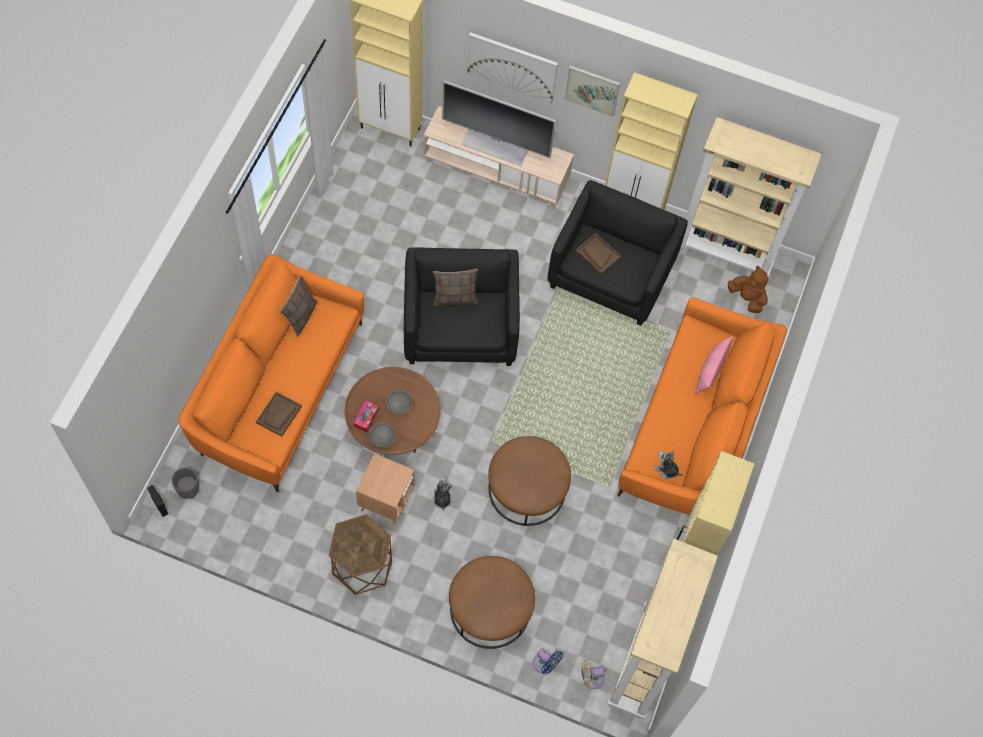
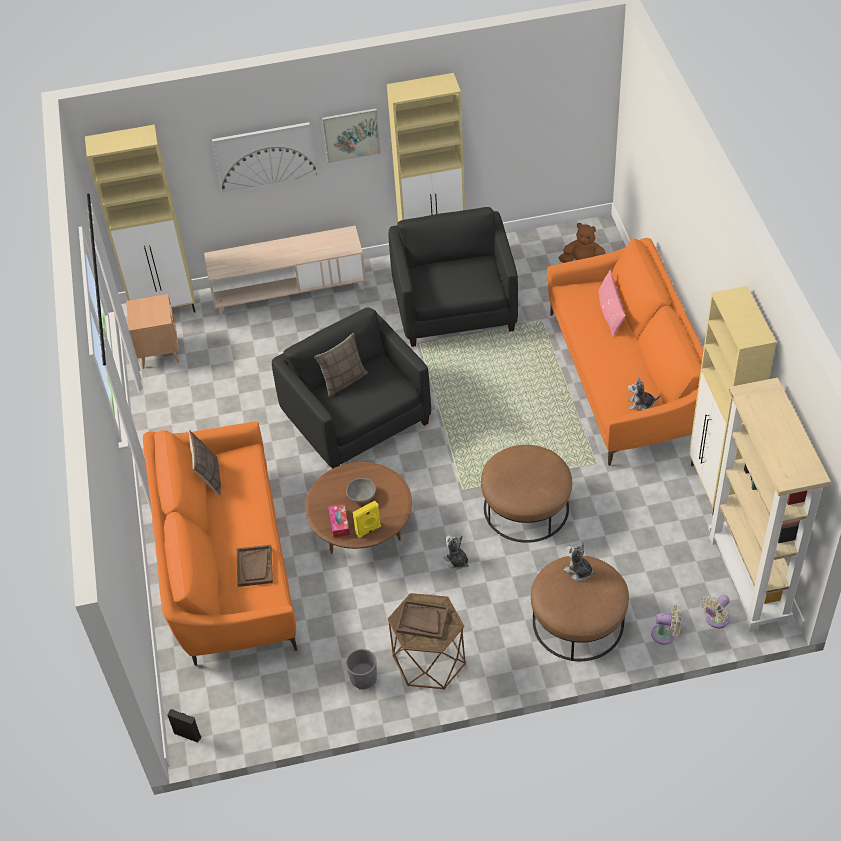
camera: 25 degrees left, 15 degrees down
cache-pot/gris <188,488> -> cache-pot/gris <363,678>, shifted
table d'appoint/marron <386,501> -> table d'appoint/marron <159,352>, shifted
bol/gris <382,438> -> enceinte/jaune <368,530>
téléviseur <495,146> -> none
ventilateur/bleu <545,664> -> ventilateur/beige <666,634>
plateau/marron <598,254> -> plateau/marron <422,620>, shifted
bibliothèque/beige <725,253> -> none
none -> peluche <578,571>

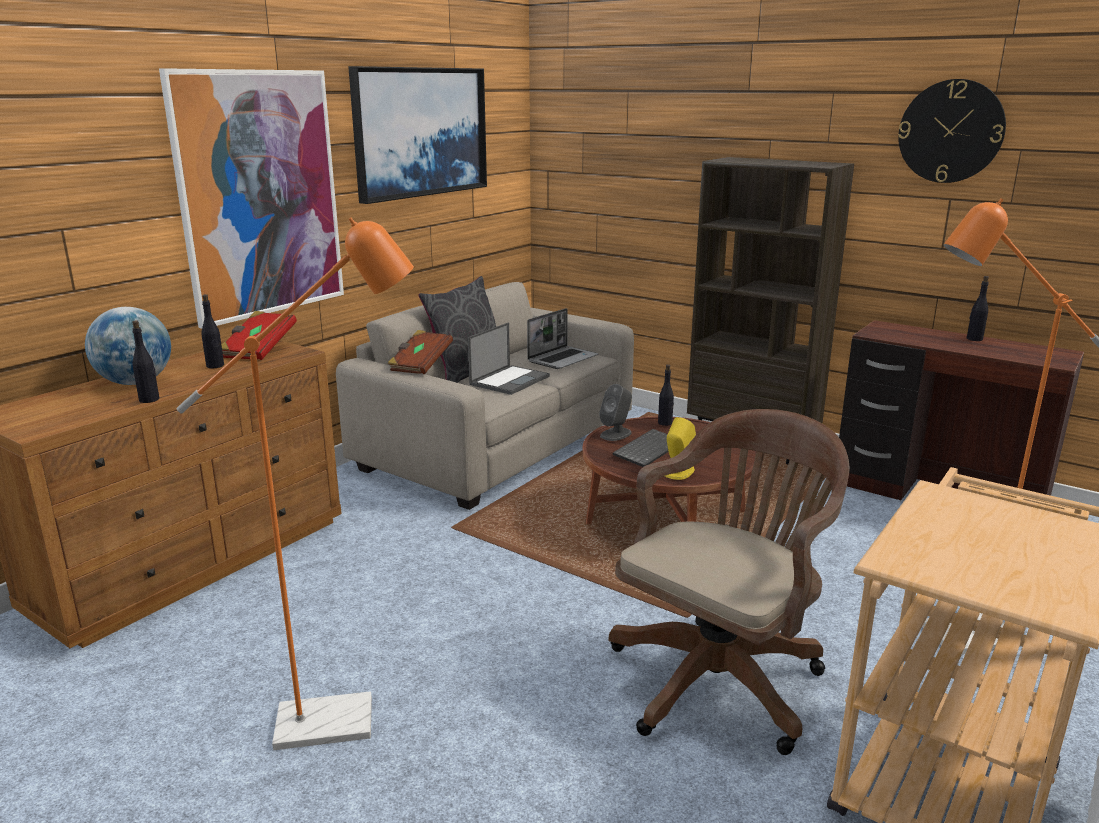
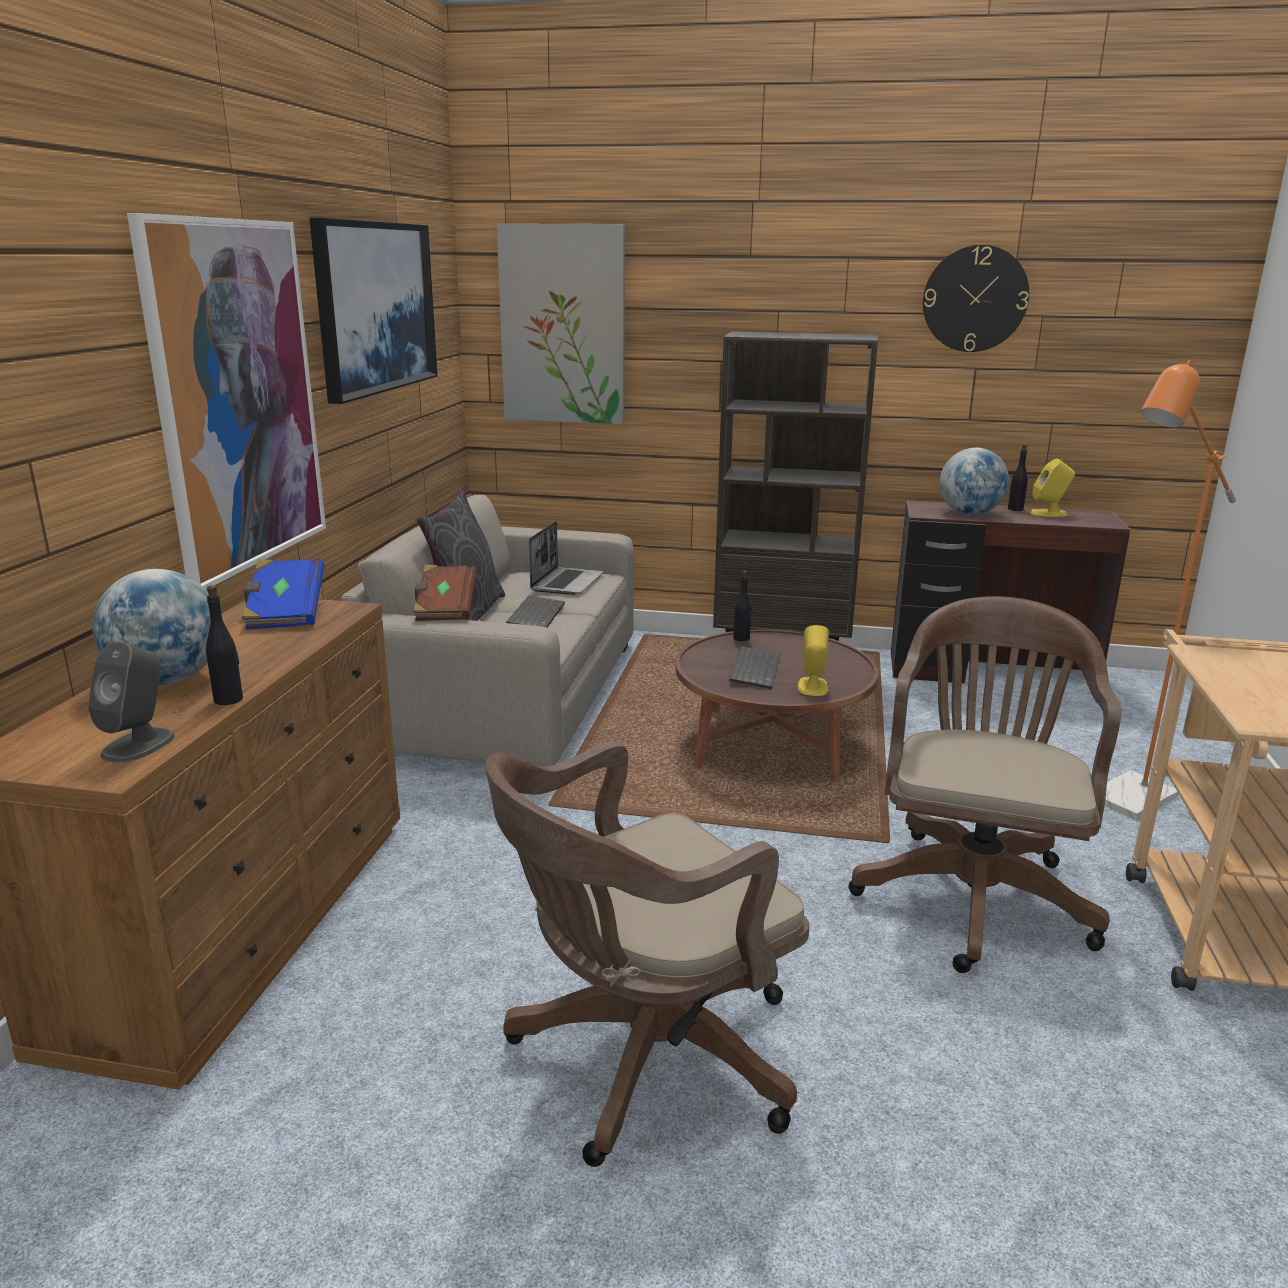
camera: 25 degrees left, 0 degrees up
lampadaire/orange <344,720> -> chaise de bureau/marron <643,1059>
bouteille/noir <215,366> -> none
livre/rouge <259,350> -> livre/bleu <285,613>
ordinateur portable <510,380> -> clavier <535,615>
enceinte/gris <616,434> -> enceinte/gris <139,745>, shifted
none -> tableau <563,325>
none -> globe <969,514>
none -> enceinte/jaune <1049,513>

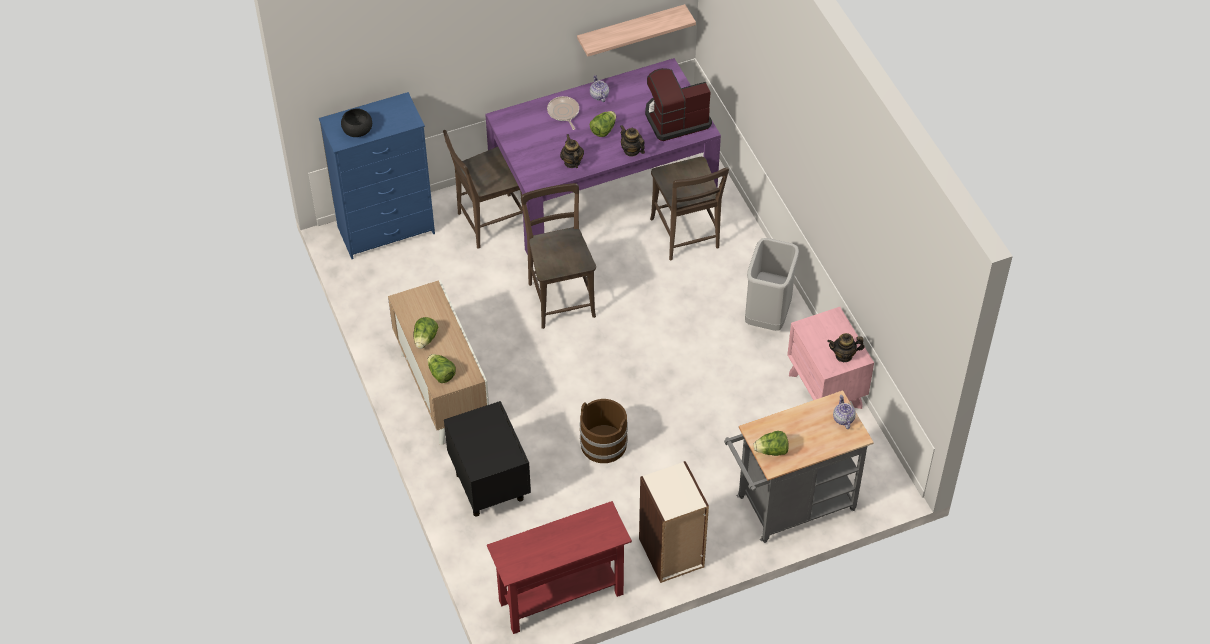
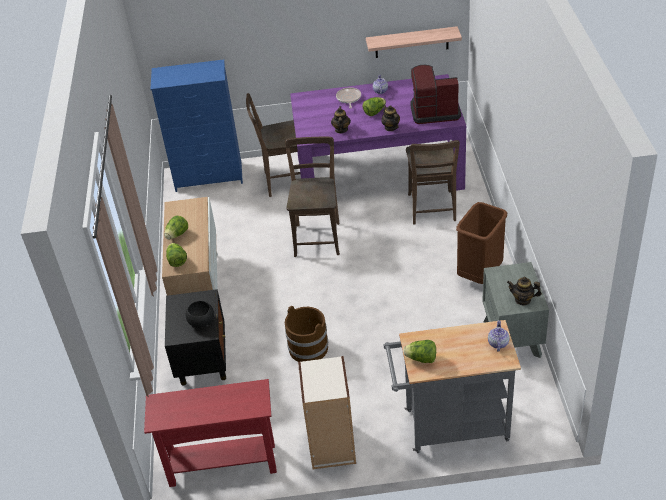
camera: 20 degrees right, 10 degrees down
bol/noir <358,130> -> bol/noir <202,321>, shifted
poubelle/gris <768,315> -> poubelle/marron <480,274>
table de chevet/rose <825,390> -> table de chevet/gris <512,338>

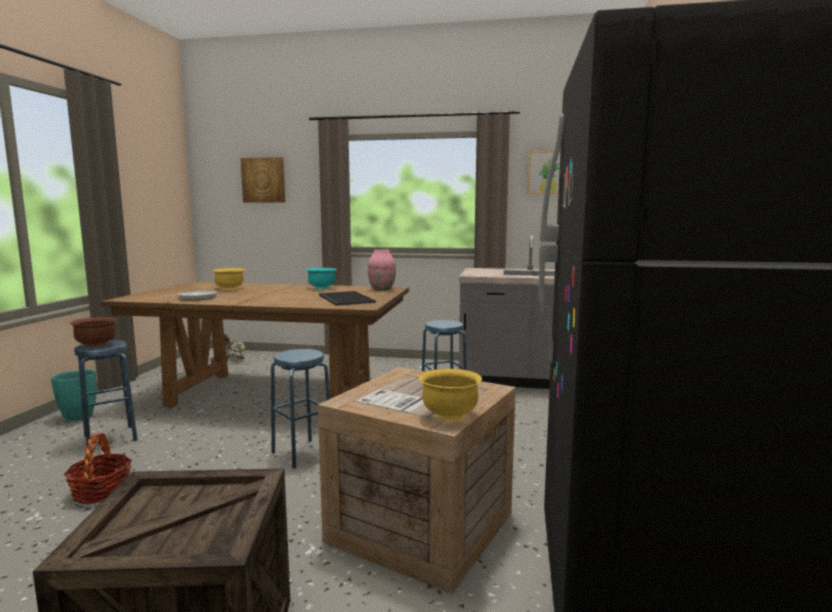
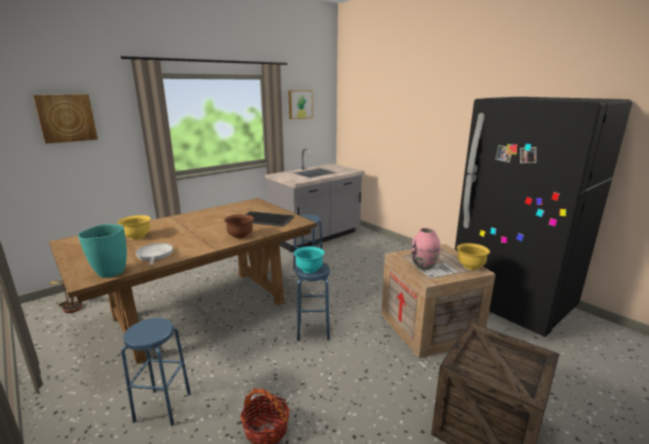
camera: 50 degrees left, 10 degrees up
vase/turquoise <78,416> -> vase/turquoise <110,272>, shifted
bol/marron <96,345> -> bol/marron <240,236>, shifted
bol/turquoise <322,288> -> bol/turquoise <309,269>, shifted
vase/rose <382,289> -> vase/rose <424,266>, shifted

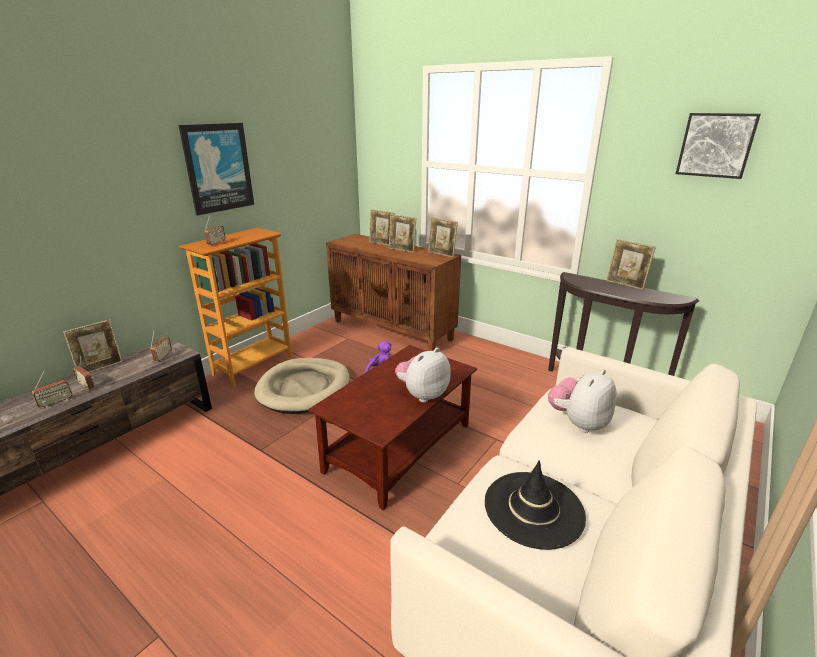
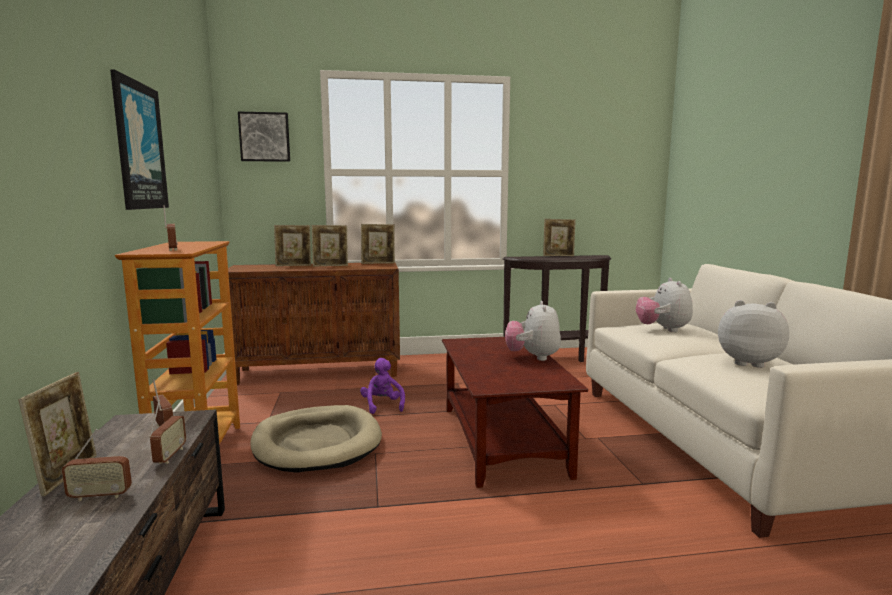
camera: 45 degrees left, 15 degrees down
radio <56,402> -> radio <170,456>, shifted
chapeau/noir <533,509> -> peluche <747,362>
tableau <716,145> -> tableau <265,137>, shifted

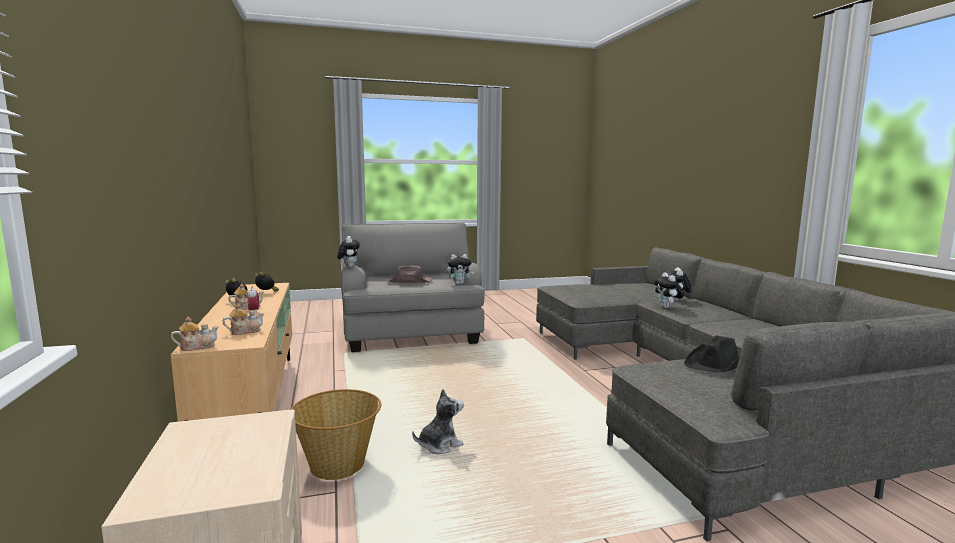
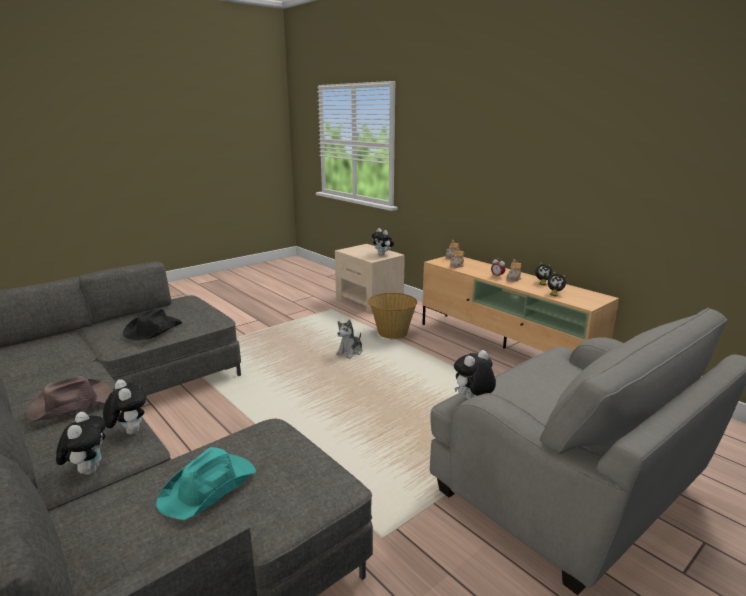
camera: 155 degrees right, 10 degrees up
peluche <349,266> -> peluche <382,254>, shifted
chapeau/marron <410,281> -> chapeau/marron <70,404>, shifted
none -> chapeau/turquoise <209,487>

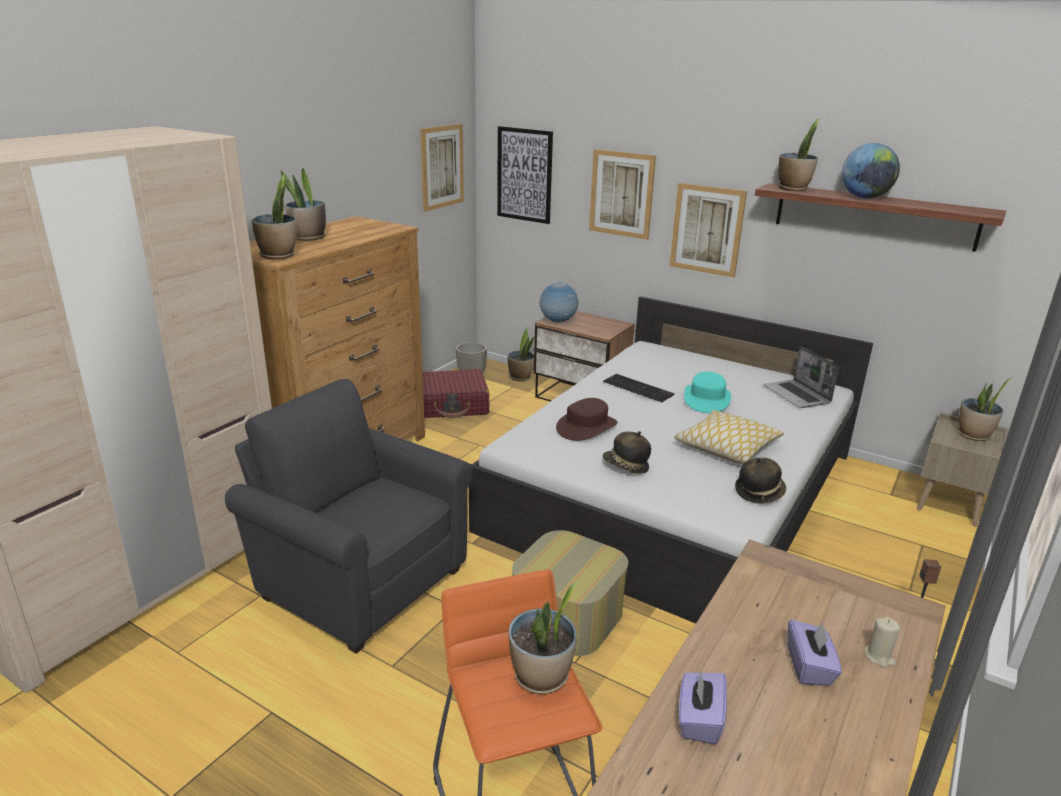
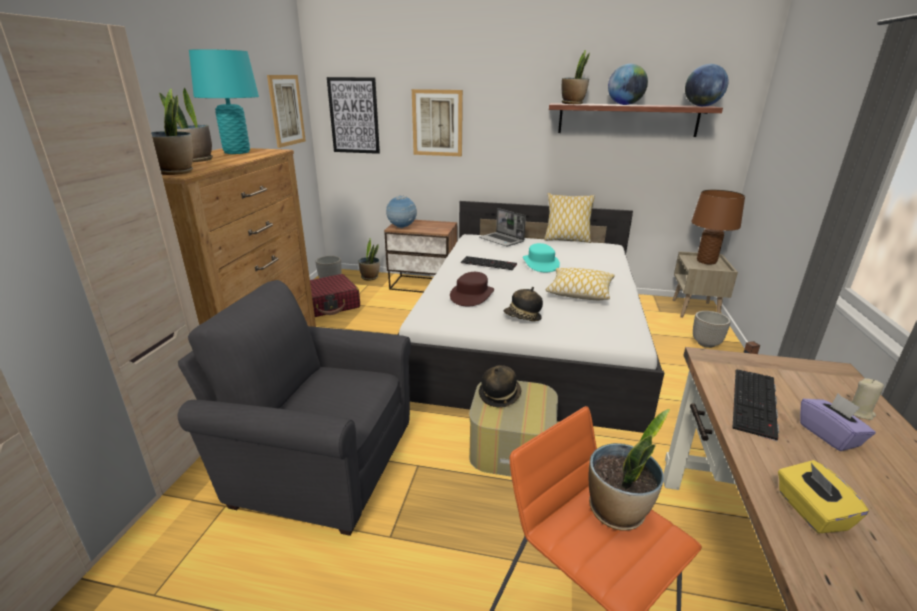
camera: 20 degrees left, 0 degrees up
tableau <707,230> -> none
boîte à mouchoirs/violet <699,720> -> boîte à mouchoirs/jaune <810,511>
chapeau <759,492> -> chapeau <499,395>, shifted
ordinateur portable <797,395> -> ordinateur portable <502,240>, shifted
plante en pot <973,435> -> lampe de table/marron <706,261>
none -> lampe de table/turquoise <237,152>
none -> coussin <566,240>
none -> globe <701,106>
none -> cache-pot <706,343>
none -> clavier <756,403>

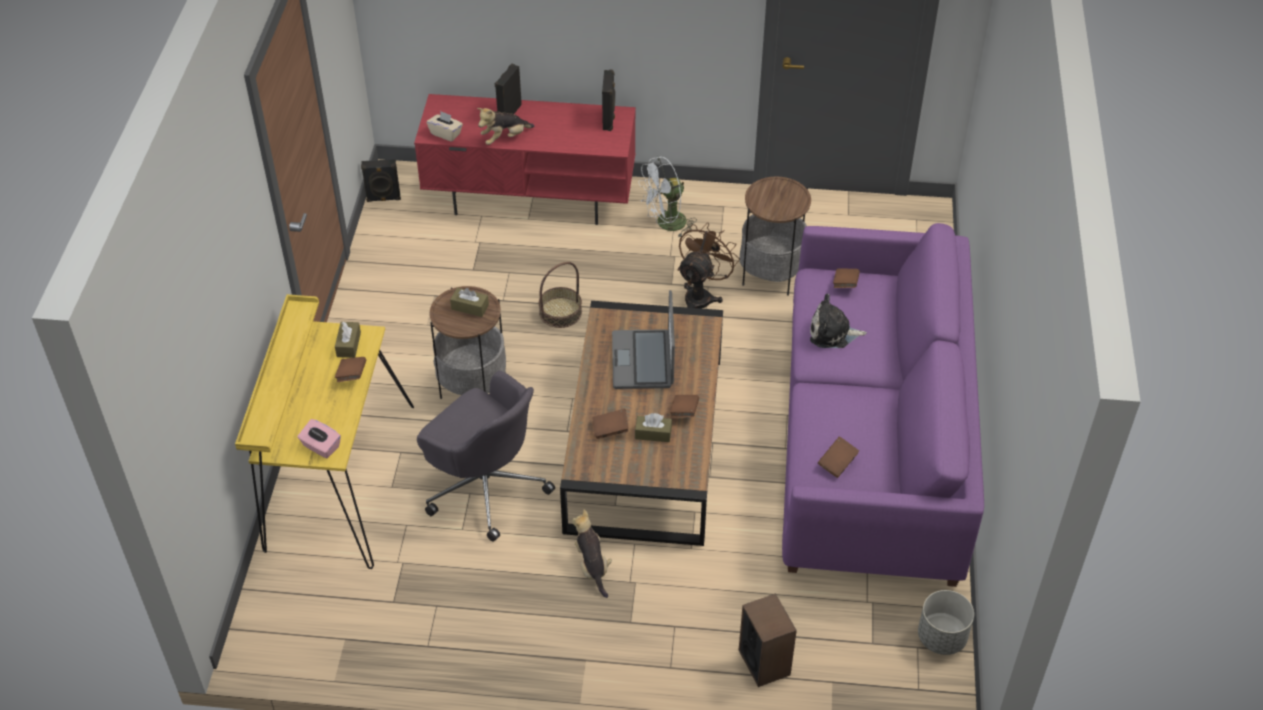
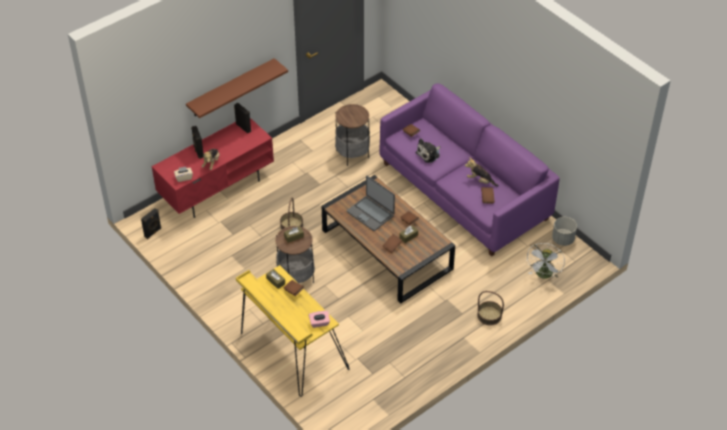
camera: 45 degrees left, 0 degrees up
chaise de bureau/gris <485,486> -> none
peluche <592,567> -> peluche <480,181>, shifted
ventilateur/blanc <666,224> -> ventilateur/blanc <544,275>, shifted
ventilateur/marron <701,296> -> none
enceinte <764,662> -> none
none -> étagère/marron <231,88>
none -> panier <489,315>

